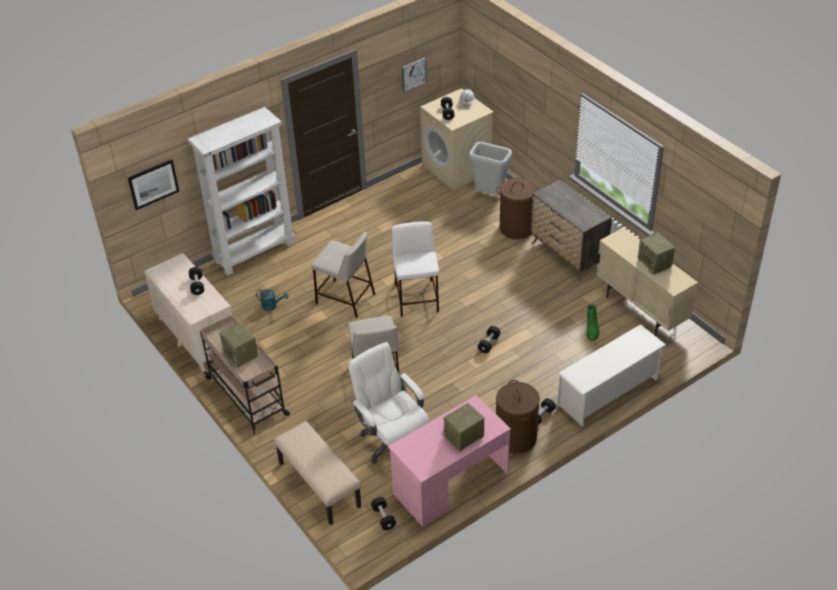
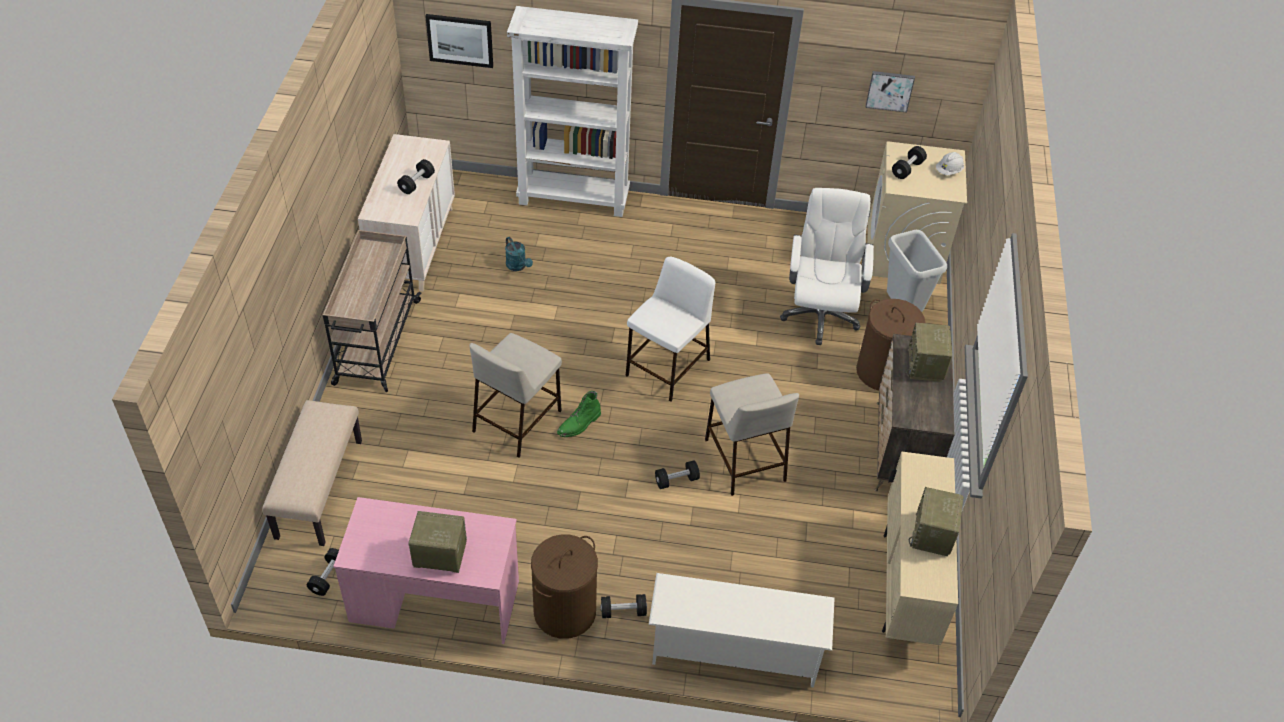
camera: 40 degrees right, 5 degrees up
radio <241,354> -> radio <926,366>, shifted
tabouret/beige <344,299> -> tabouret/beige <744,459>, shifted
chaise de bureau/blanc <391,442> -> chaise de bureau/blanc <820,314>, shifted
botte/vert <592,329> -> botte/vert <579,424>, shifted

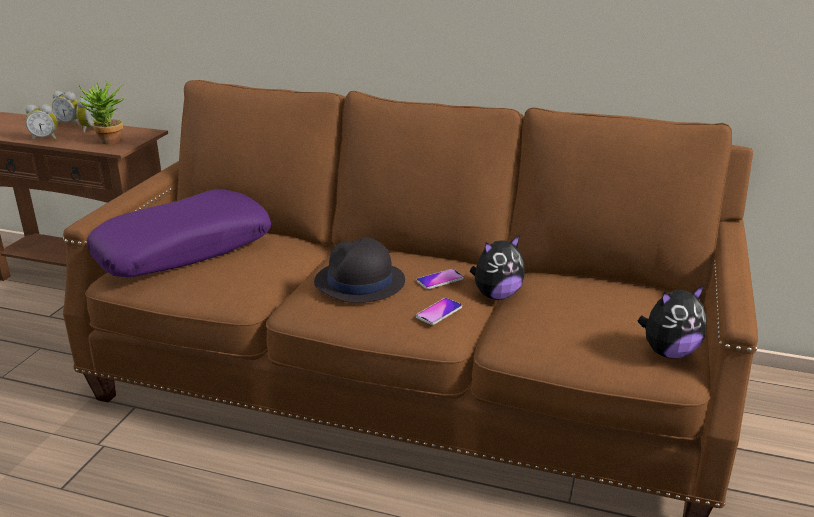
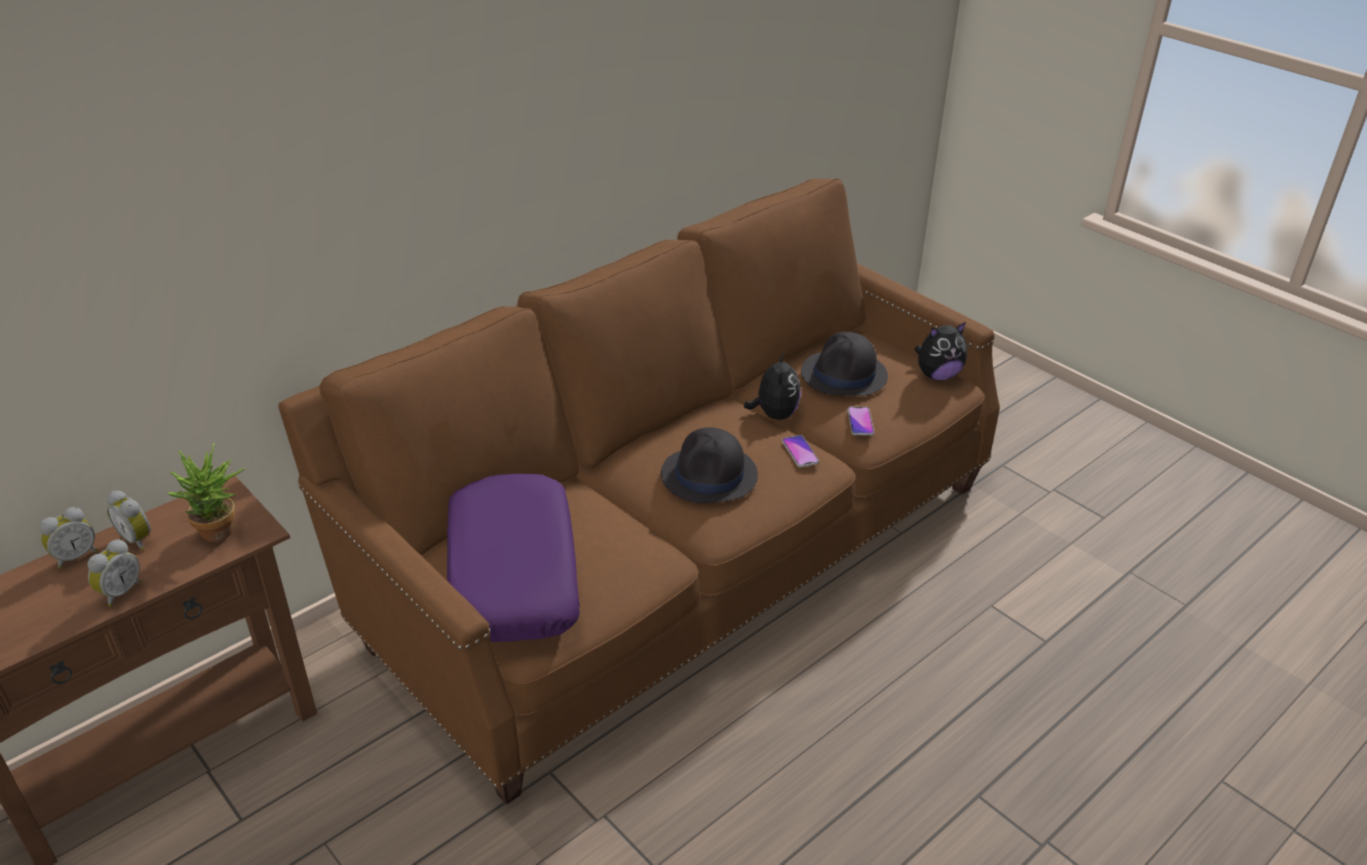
camera: 60 degrees left, 10 degrees up
téléphone <440,280> -> téléphone <860,422>, shifted
peluche <668,352> -> peluche <937,375>, 60 degrees clockwise
none -> chapeau/noir <844,375>

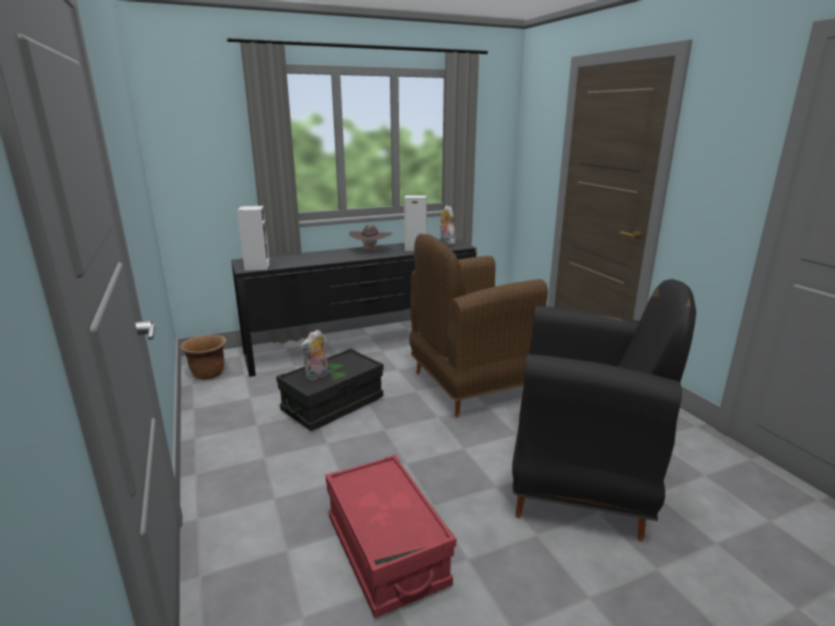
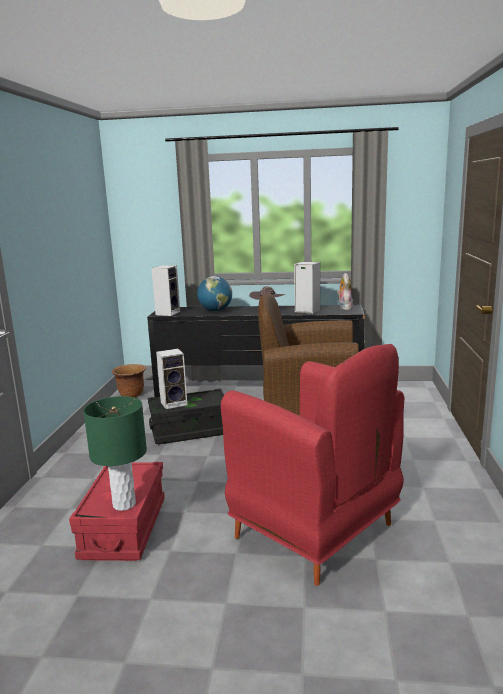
camera: 30 degrees right, 5 degrees down
peluche <317,376> -> enceinte <174,403>
fauteuil/noir <580,484> -> fauteuil/rouge <316,532>
none -> lampe de table/vert <124,504>
none -> globe <215,311>

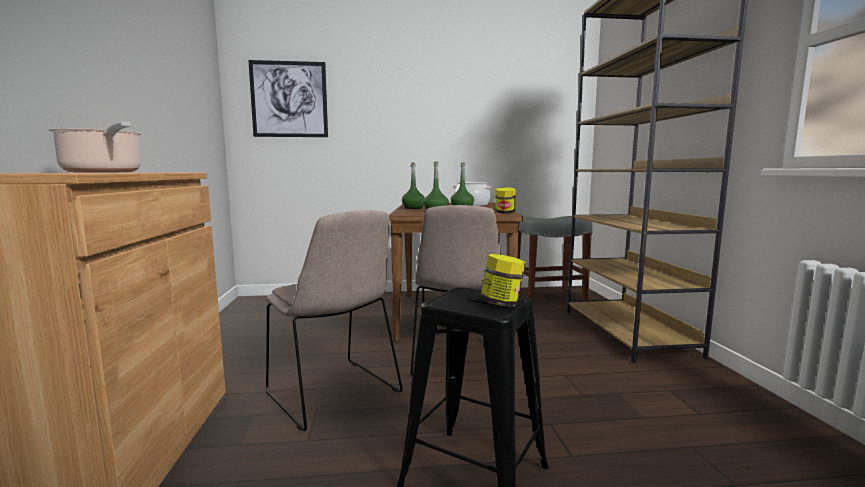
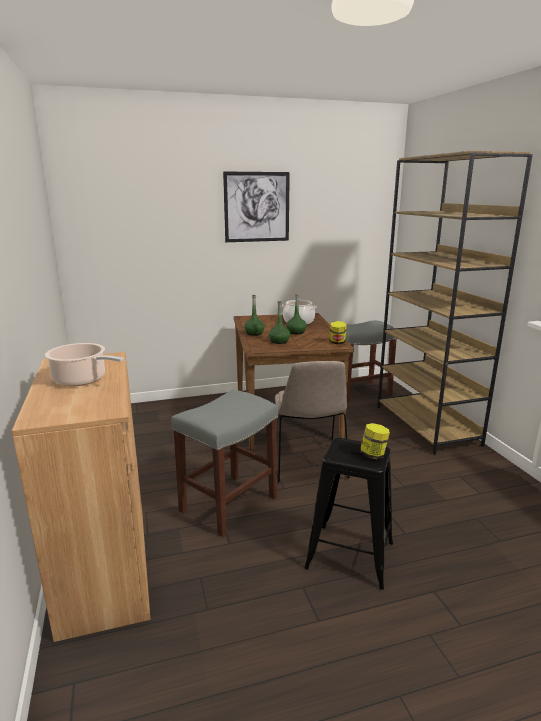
camera: 10 degrees left, 10 degrees up
tableau <289,99> -> tableau <257,207>, shifted
chaise/beige <335,395> -> tabouret/gris <228,505>

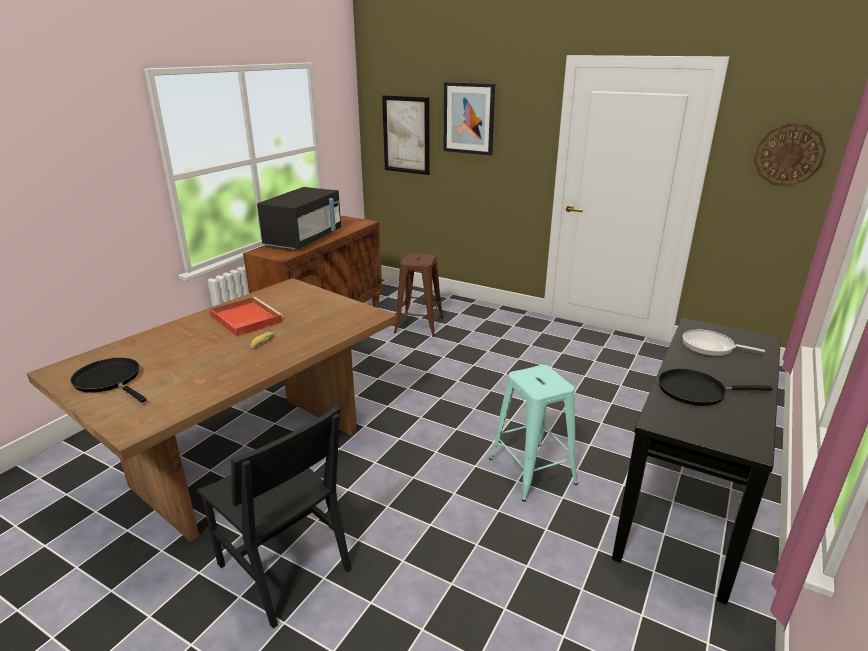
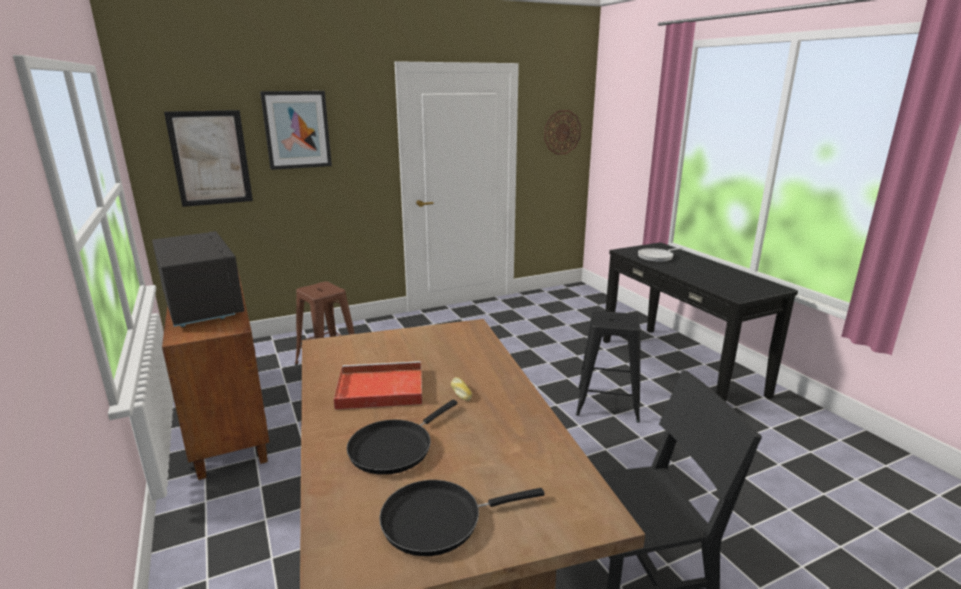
camera: 55 degrees left, 5 degrees down
tabouret/turquoise <532,471> -> tabouret/noir <607,404>
poêle/noir <696,391> -> poêle/noir <394,447>, shifted

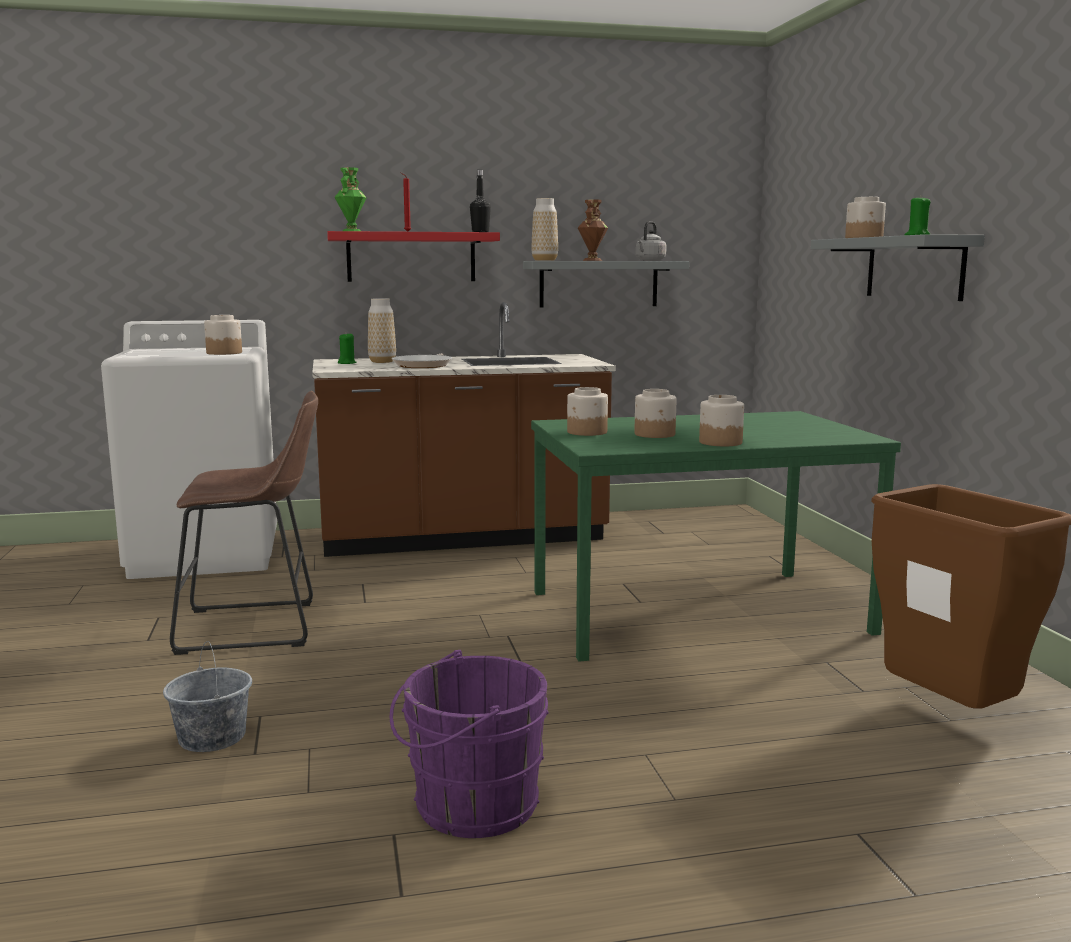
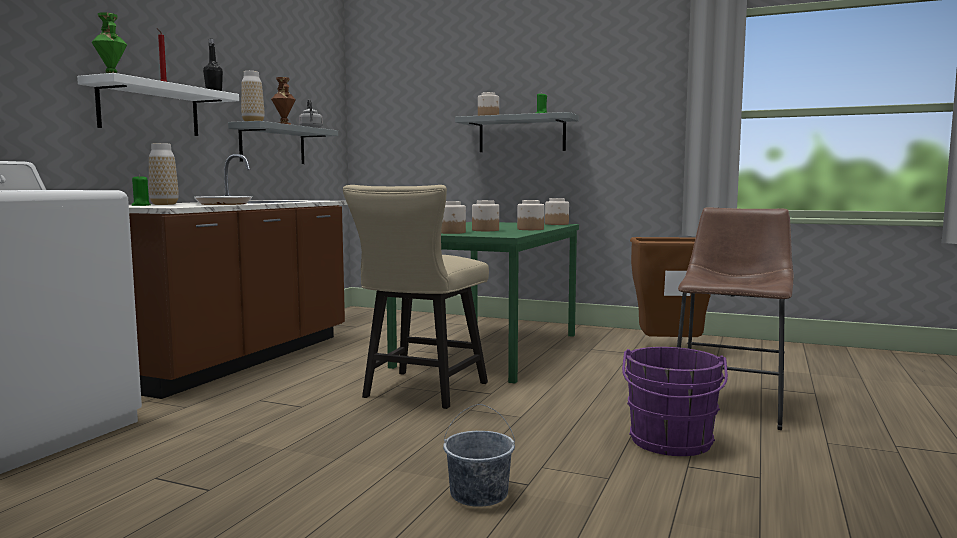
camera: 55 degrees left, 5 degrees down
tabouret/marron <257,627> -> tabouret/marron <730,404>, shifted
bocal <224,353> -> bocal <556,224>, shifted
étagère/rouge <411,257> -> étagère/blanc <149,109>
none -> chaise/beige <420,392>

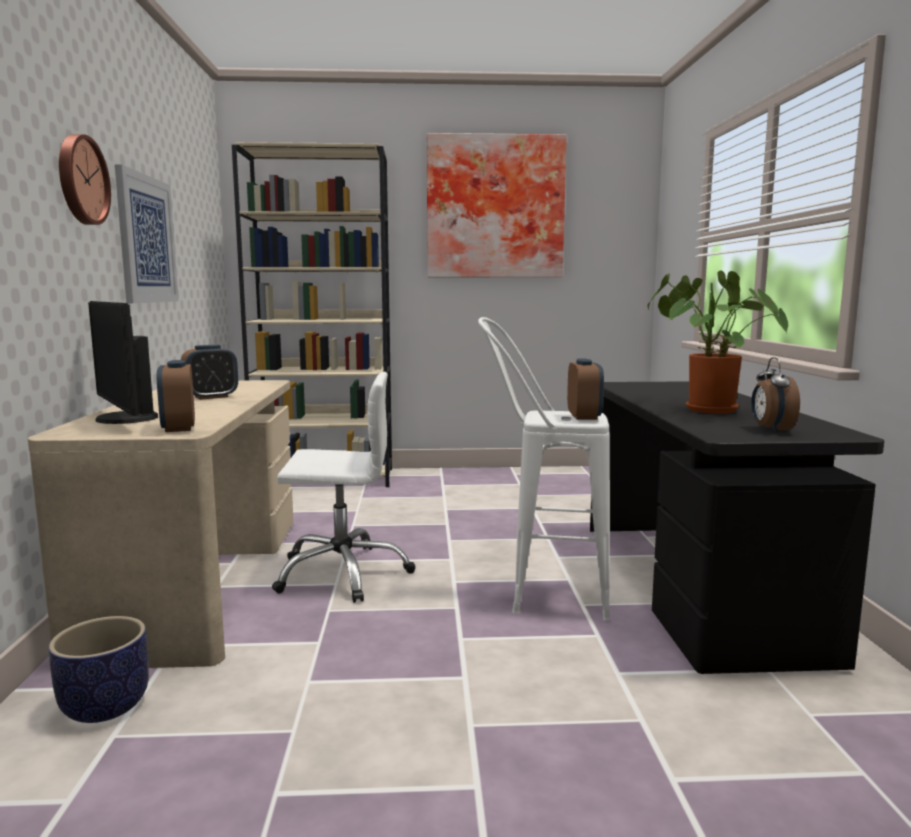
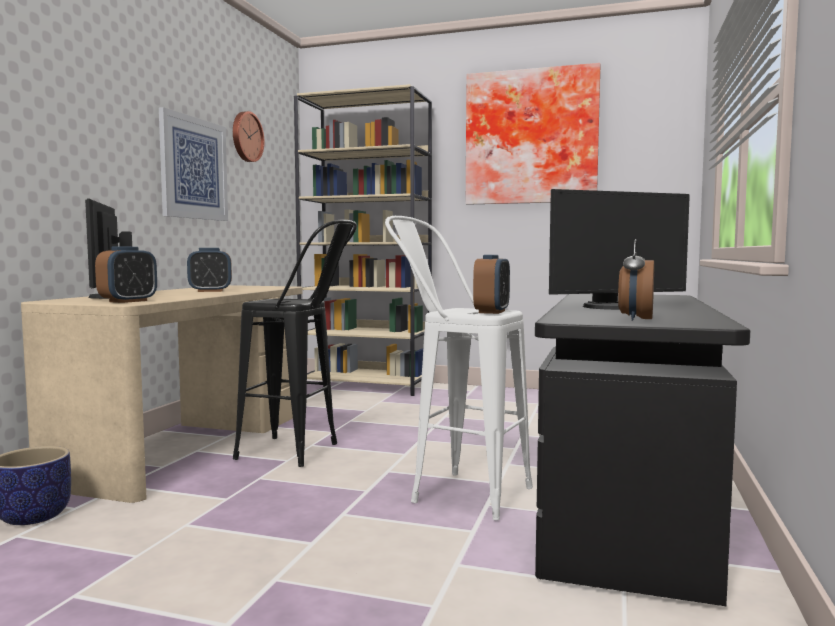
camera: 20 degrees right, 5 degrees down
horloge murale <80,180> -> horloge murale <246,137>, shifted
réveil <178,428> -> réveil <128,301>, 150 degrees counterclockwise
chaise de bureau/blanc <342,573> -> tabouret/noir <301,453>
plante en pot <704,409> -> écran d'ordinateur <615,307>

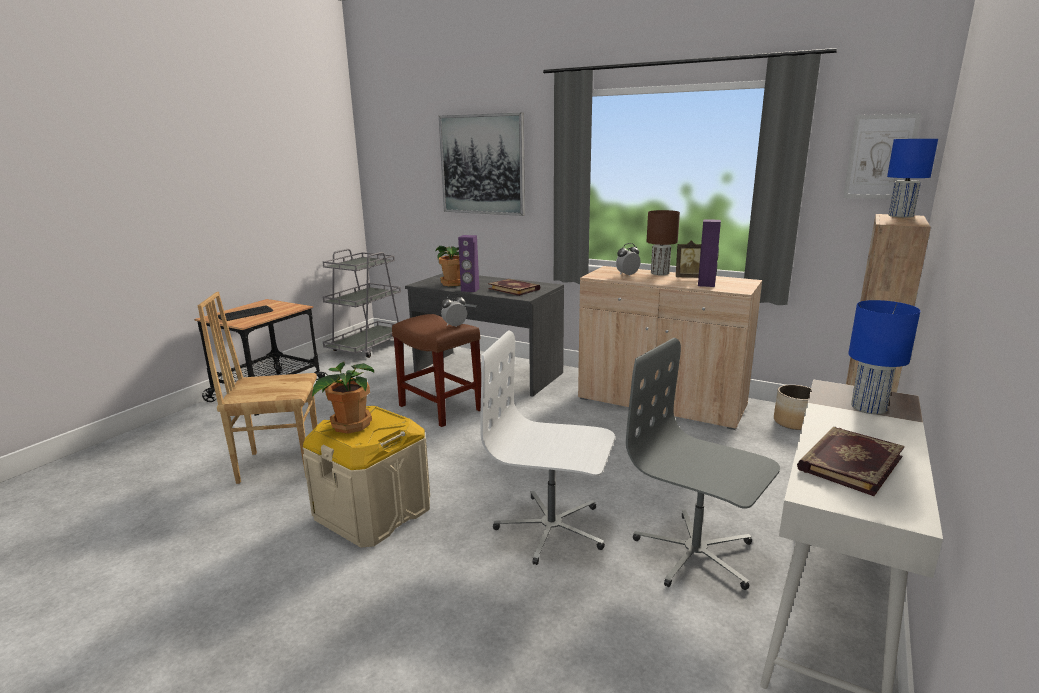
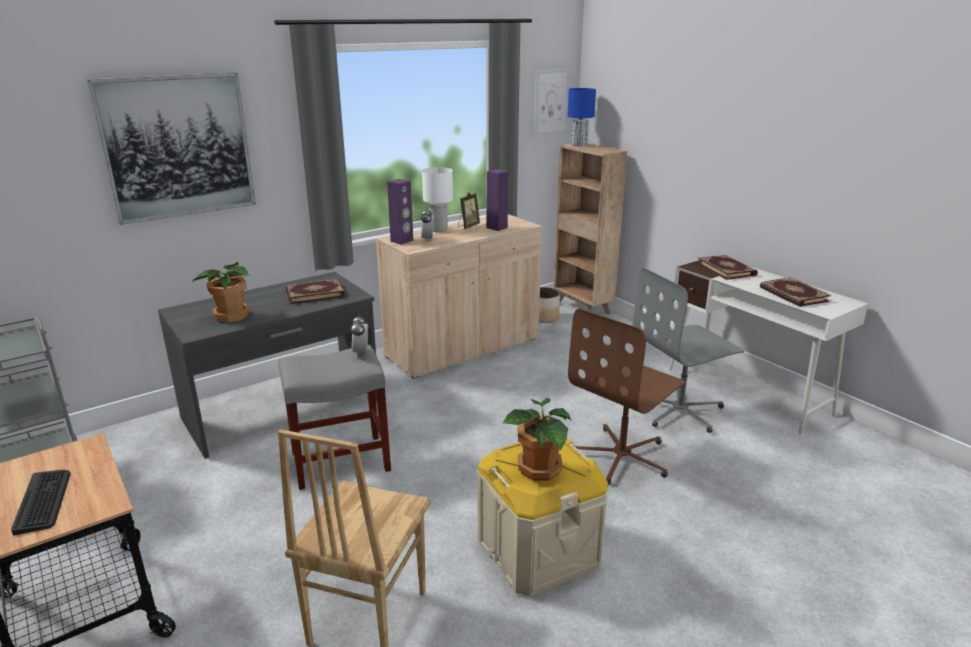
camera: 65 degrees left, 5 degrees up
tabouret/marron <439,407> -> tabouret/gris <339,462>
enceinte/violet <470,290> -> enceinte/violet <402,241>, shifted
chaise de bureau/blanc <551,529> -> chaise de bureau/marron <622,457>
lampe de table/marron <659,273> -> lampe de table/blanc <438,229>
lampe de table/bleu <869,408> -> livre <727,269>

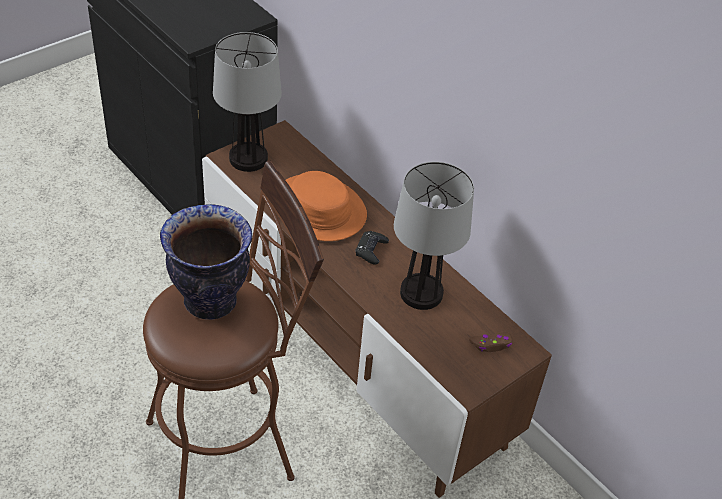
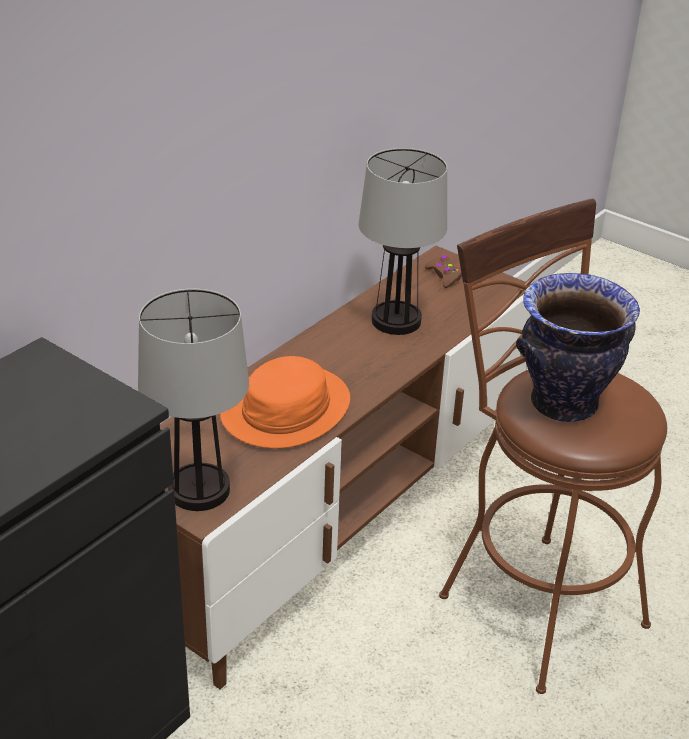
camera: 100 degrees left, 10 degrees down
manette/noir <371,250> -> none

